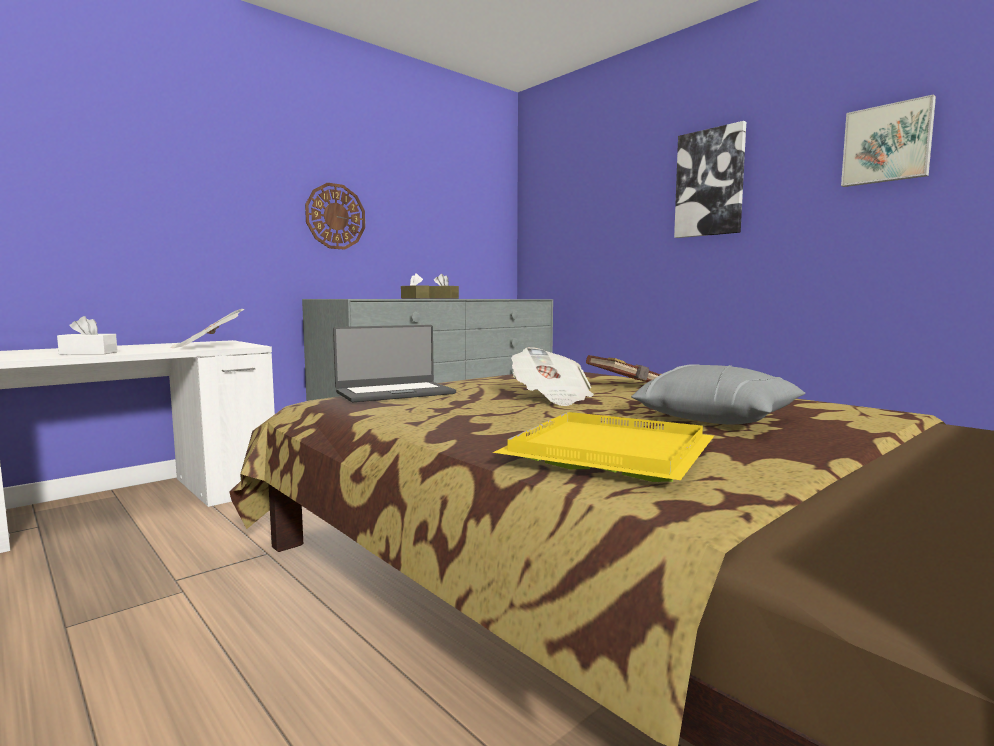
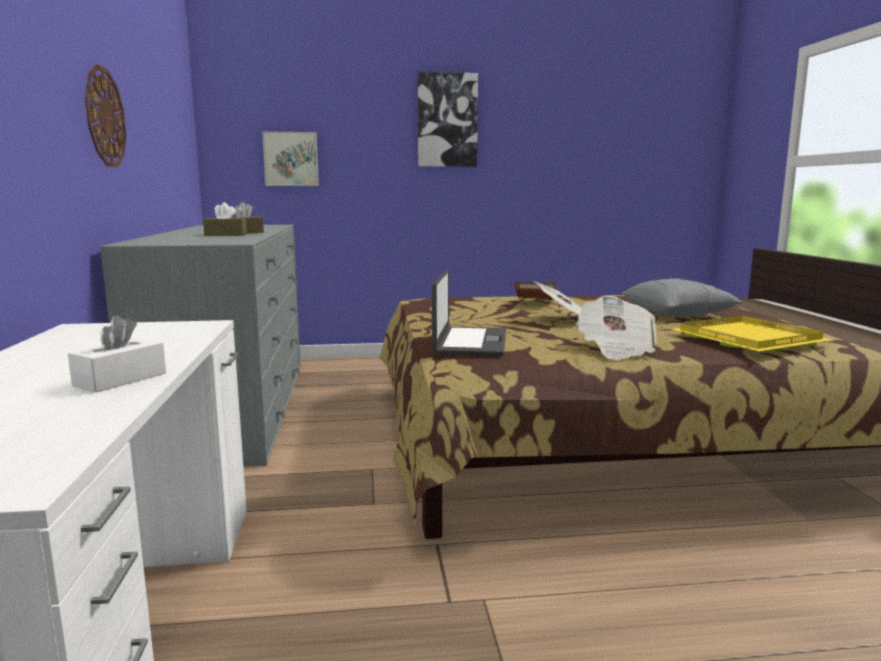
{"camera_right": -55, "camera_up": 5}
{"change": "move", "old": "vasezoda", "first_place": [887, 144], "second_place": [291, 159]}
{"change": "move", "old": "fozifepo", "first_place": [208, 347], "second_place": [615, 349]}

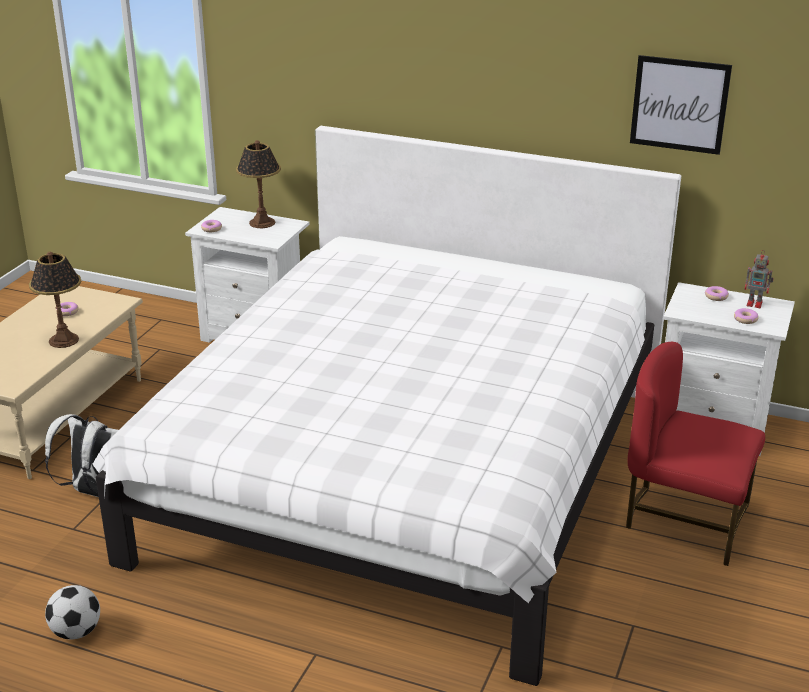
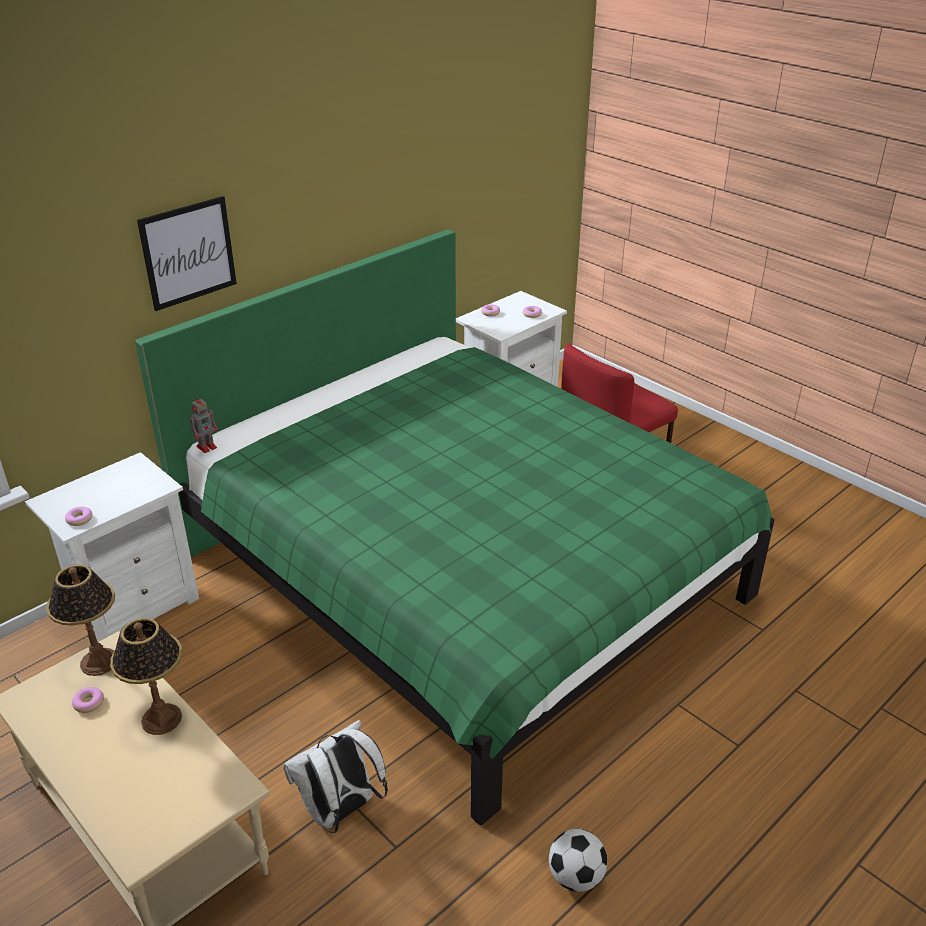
{"camera_right": -65, "camera_up": 5}
{"change": "move", "old": "vasezoda", "first_place": [679, 104], "second_place": [188, 253]}
{"change": "recolor", "old": "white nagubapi", "new": "green nagubapi", "first_place": [407, 473], "second_place": [462, 576]}
{"change": "move", "old": "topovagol", "first_place": [261, 223], "second_place": [99, 662]}
{"change": "move", "old": "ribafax", "first_place": [755, 303], "second_place": [207, 446]}

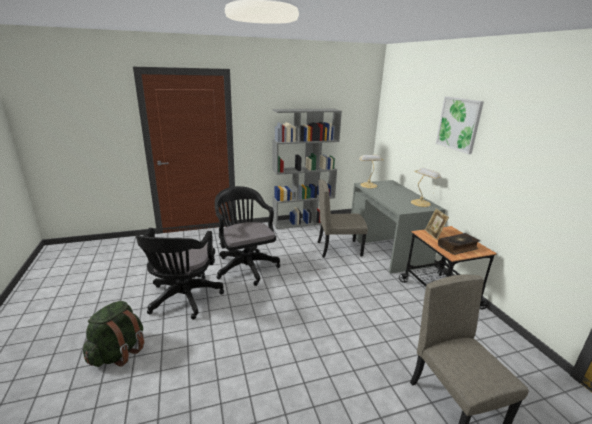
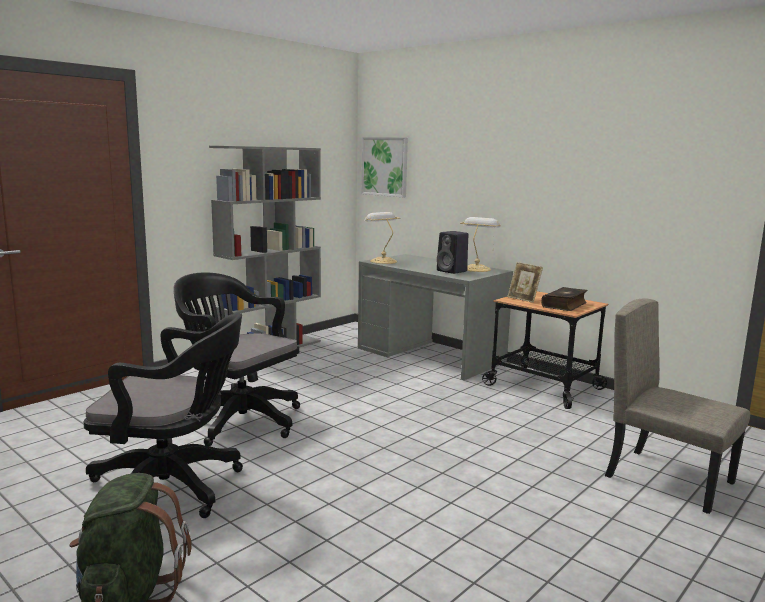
{"camera_right": -30, "camera_up": -10}
{"change": "move", "old": "vasezoda", "first_place": [459, 124], "second_place": [385, 166]}
{"change": "delete", "old": "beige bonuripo", "first_place": [339, 248]}
{"change": "rotate", "old": "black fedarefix", "first_place": [183, 299], "second_place": [173, 488], "degrees": -60}
{"change": "insert", "new": "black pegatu", "second_place": [452, 271]}

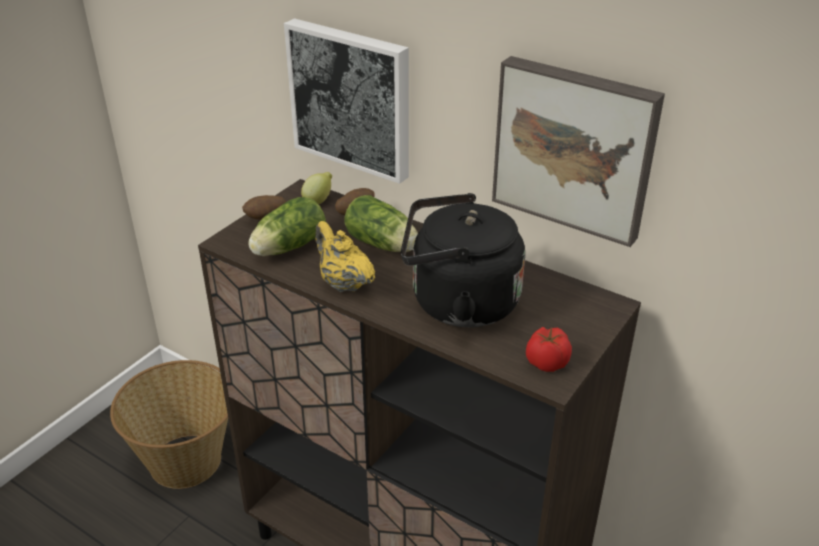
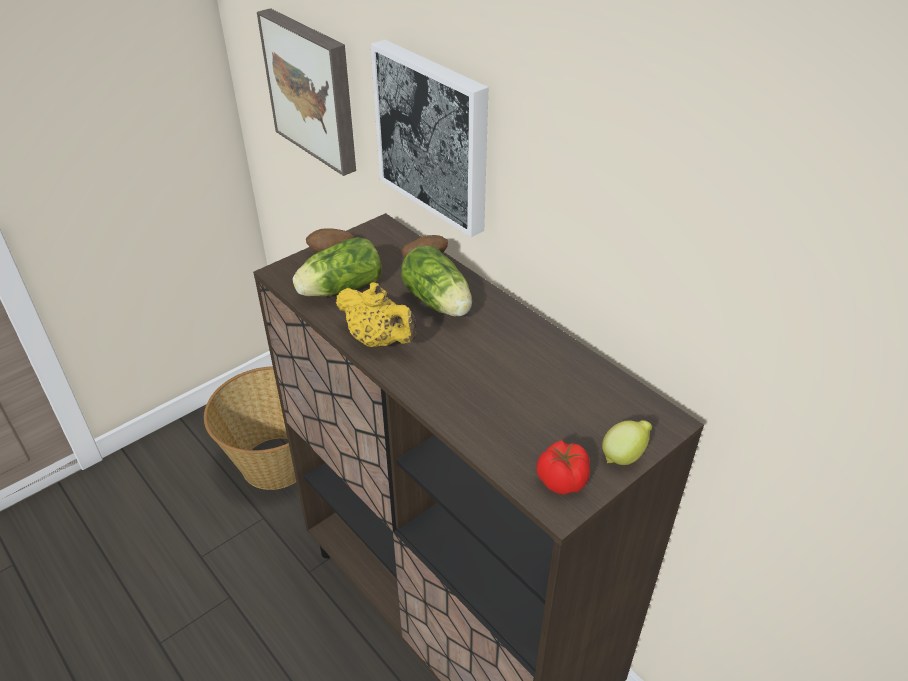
{"camera_right": 15, "camera_up": 5}
{"change": "move", "old": "vasezoda", "first_place": [575, 148], "second_place": [313, 90]}
{"change": "move", "old": "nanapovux", "first_place": [318, 201], "second_place": [624, 456]}
{"change": "delete", "old": "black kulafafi", "first_place": [457, 303]}
{"change": "rotate", "old": "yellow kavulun", "first_place": [343, 283], "second_place": [379, 340], "degrees": 150}

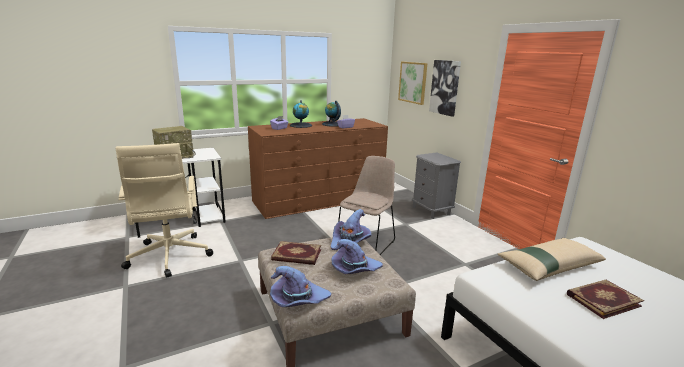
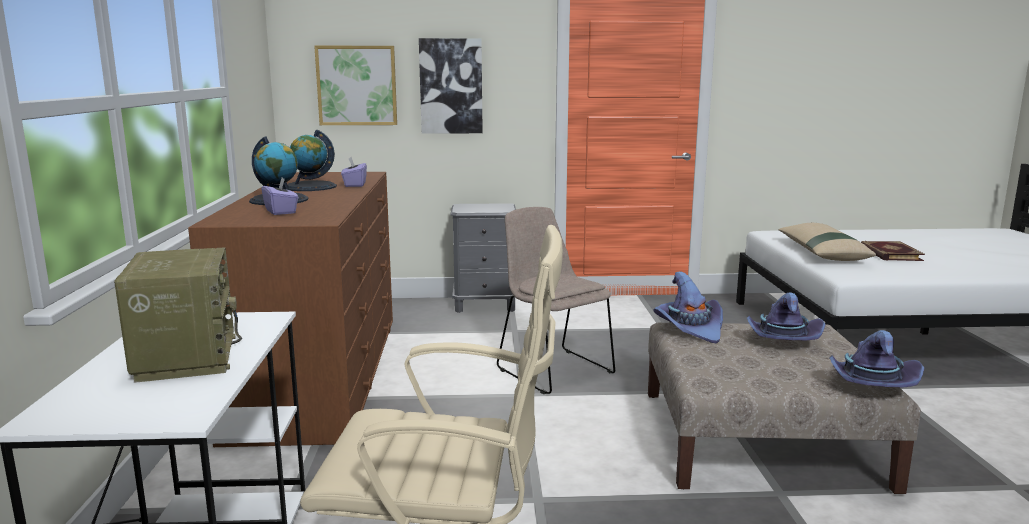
{"camera_right": -65, "camera_up": -5}
{"change": "delete", "old": "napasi", "first_place": [296, 255]}

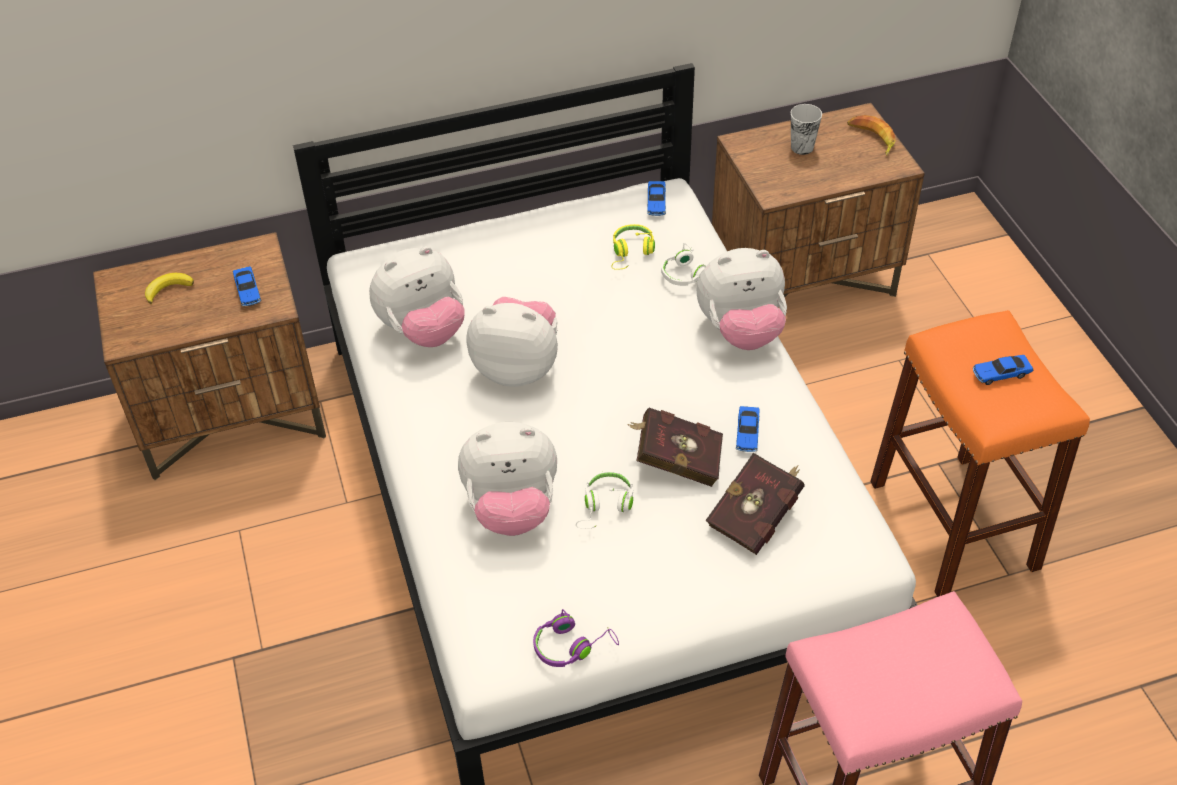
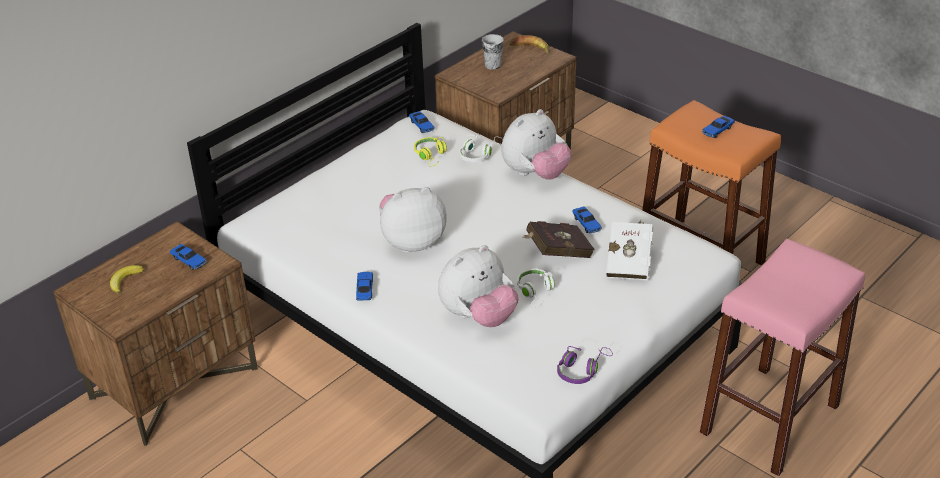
{"camera_right": -30, "camera_up": -10}
{"change": "delete", "old": "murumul", "first_place": [423, 330]}
{"change": "recolor", "old": "red napasi", "new": "white napasi", "first_place": [757, 516], "second_place": [630, 262]}
{"change": "insert", "new": "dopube", "second_place": [365, 290]}

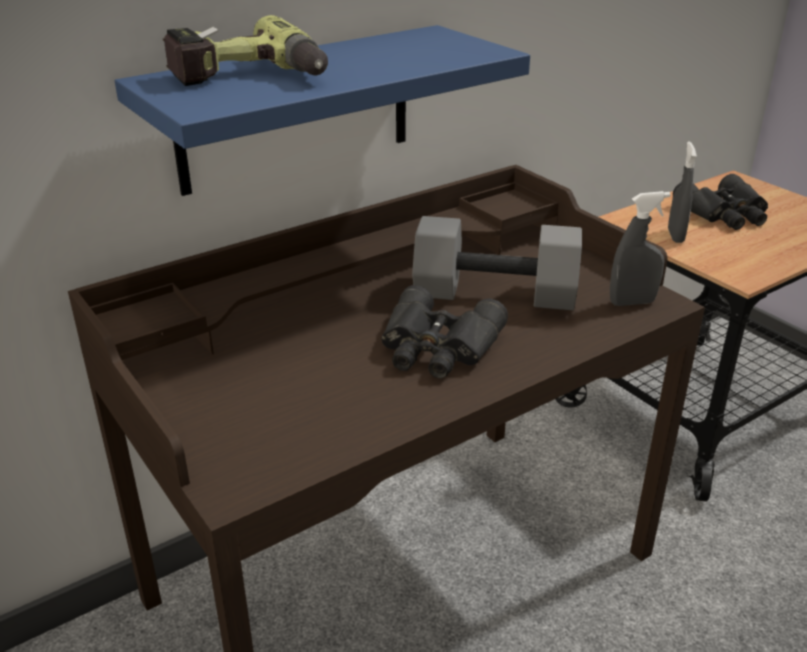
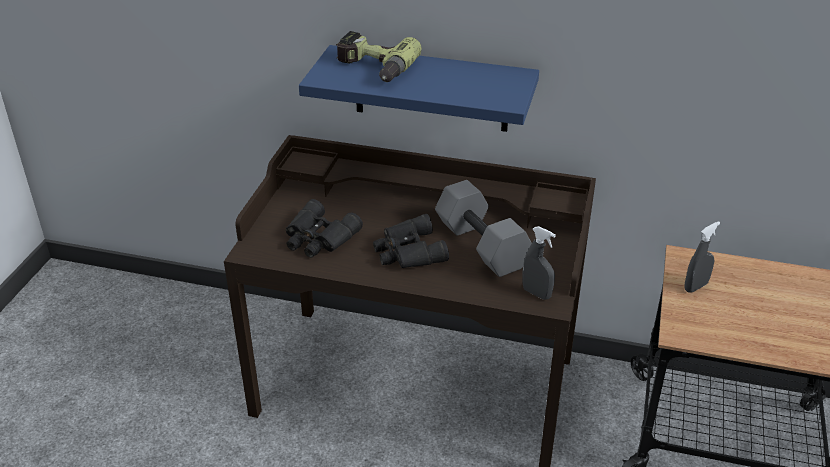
{"camera_right": 50, "camera_up": 5}
{"change": "move", "old": "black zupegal", "first_place": [725, 214], "second_place": [318, 238]}

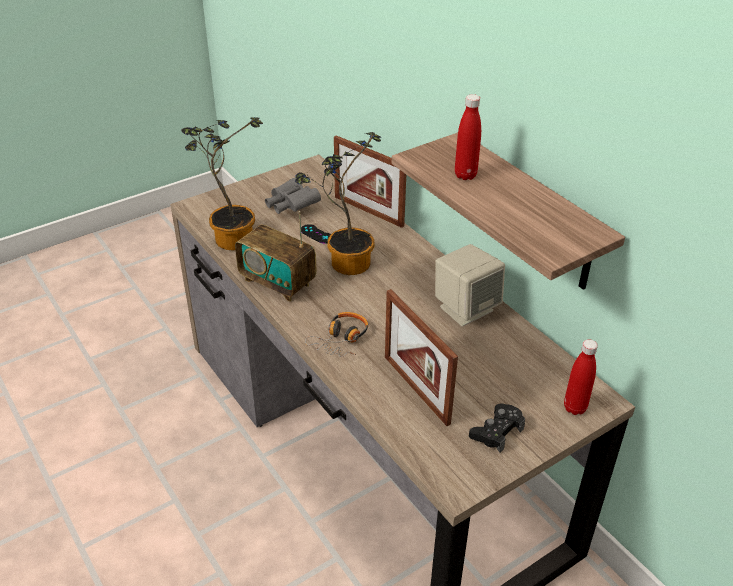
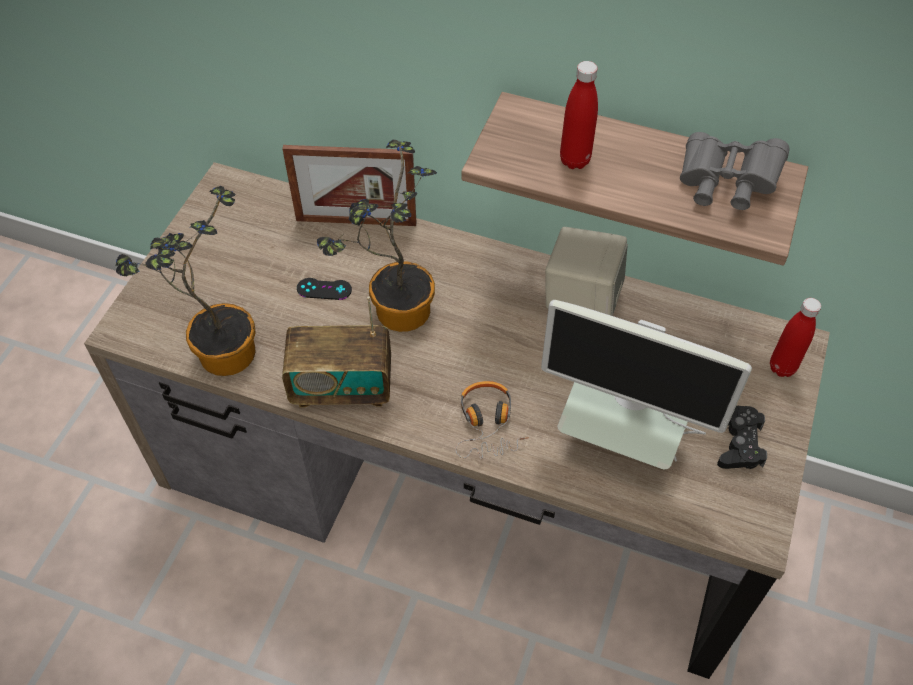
{"camera_right": -35, "camera_up": 15}
{"change": "move", "old": "grey zupegal", "first_place": [291, 206], "second_place": [725, 184]}
{"change": "replace", "old": "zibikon", "new": "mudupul", "first_place": [416, 389], "second_place": [621, 441]}

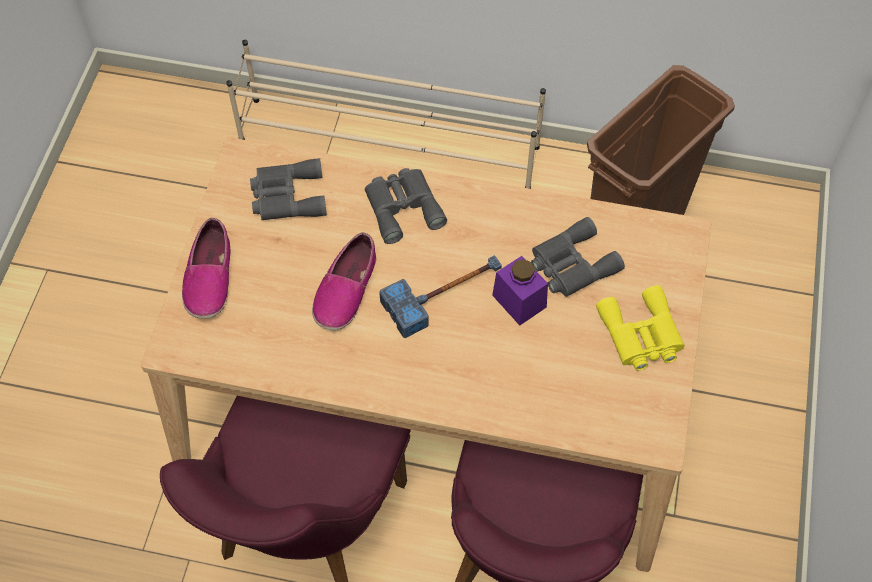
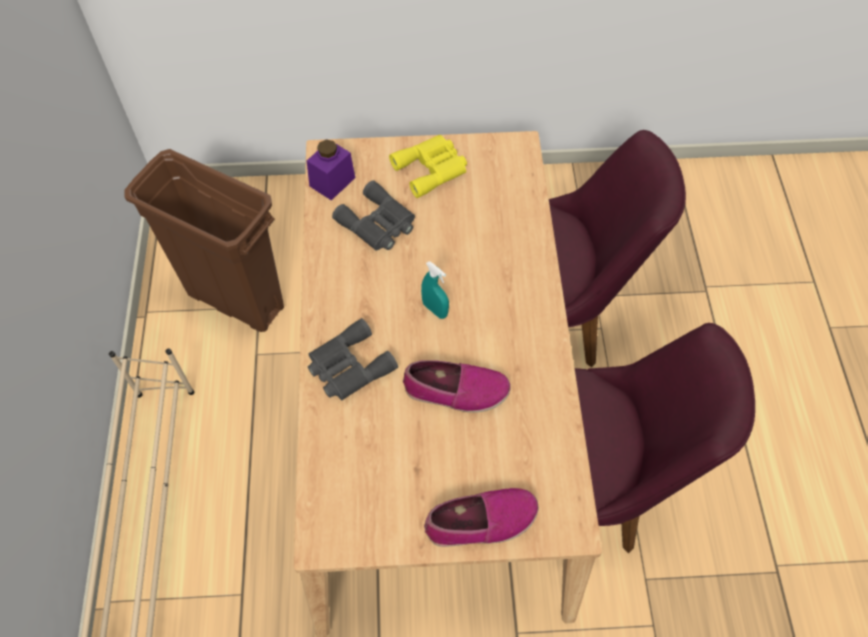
{"camera_right": -105, "camera_up": 0}
{"change": "delete", "old": "grey zupegal", "first_place": [286, 196]}
{"change": "replace", "old": "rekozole", "new": "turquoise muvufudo", "first_place": [445, 293], "second_place": [435, 309]}
{"change": "move", "old": "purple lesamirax", "first_place": [519, 301], "second_place": [332, 182]}

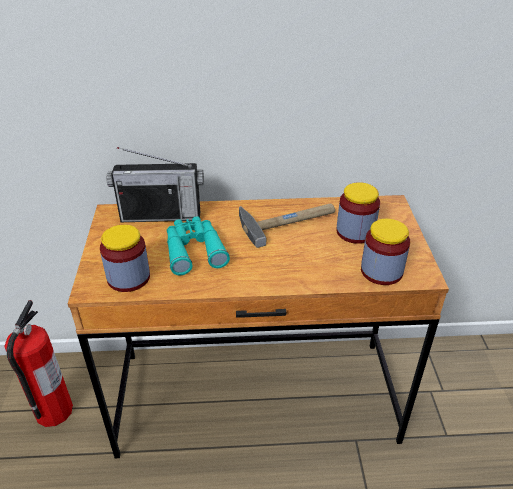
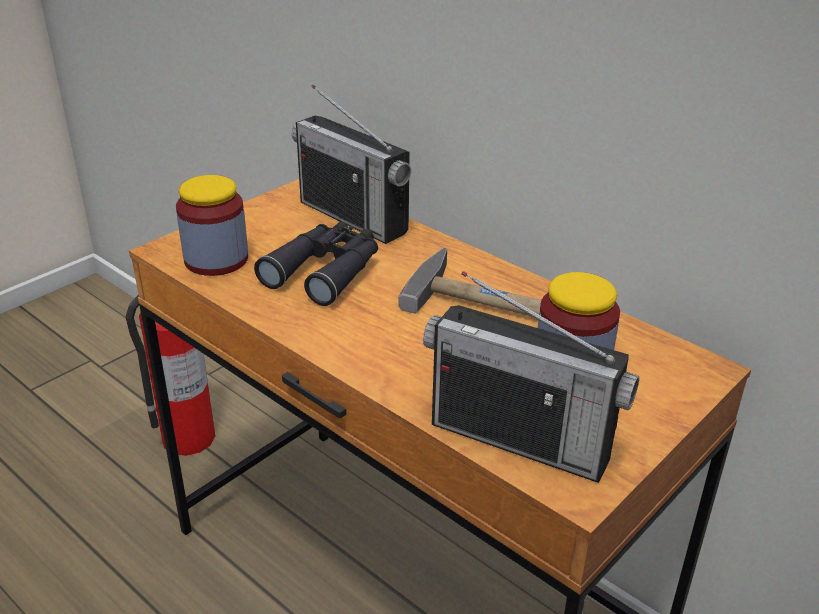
{"camera_right": 45, "camera_up": -5}
{"change": "recolor", "old": "turquoise zupegal", "new": "black zupegal", "first_place": [194, 250], "second_place": [326, 271]}
{"change": "replace", "old": "lesamirax", "new": "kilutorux", "first_place": [381, 271], "second_place": [520, 439]}

